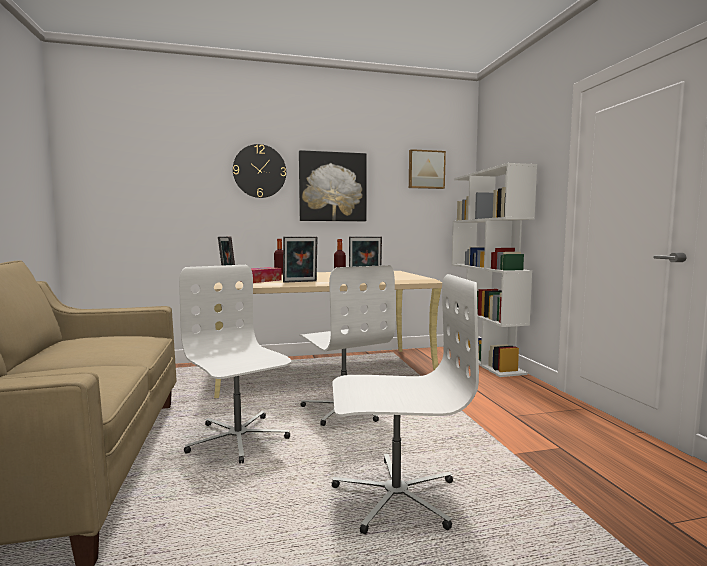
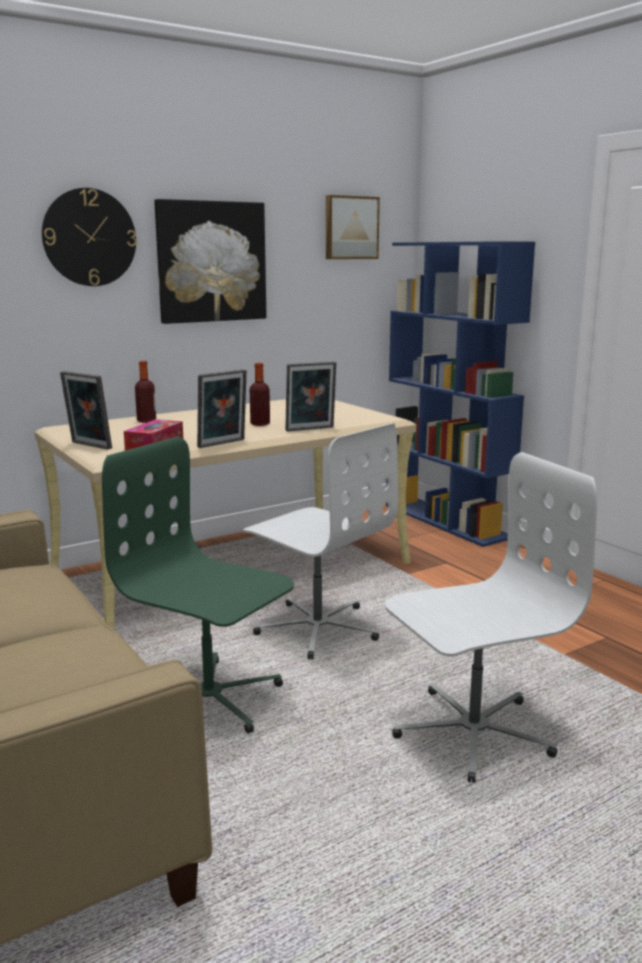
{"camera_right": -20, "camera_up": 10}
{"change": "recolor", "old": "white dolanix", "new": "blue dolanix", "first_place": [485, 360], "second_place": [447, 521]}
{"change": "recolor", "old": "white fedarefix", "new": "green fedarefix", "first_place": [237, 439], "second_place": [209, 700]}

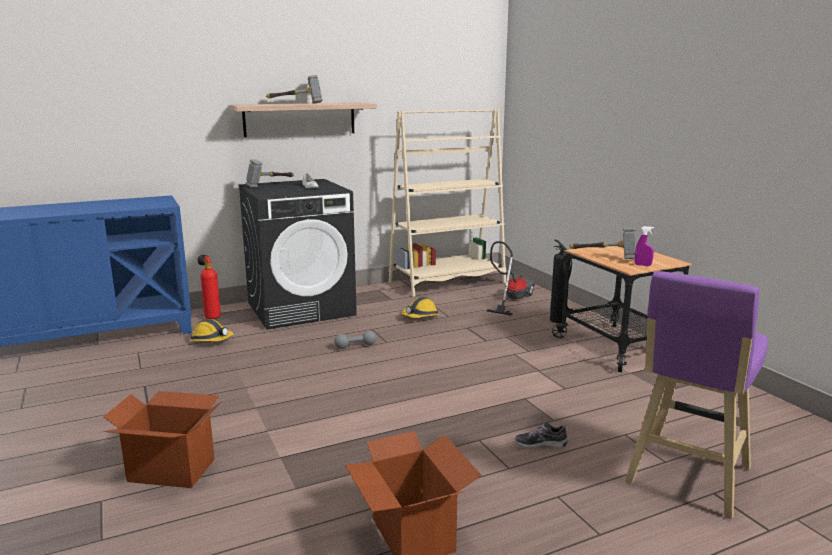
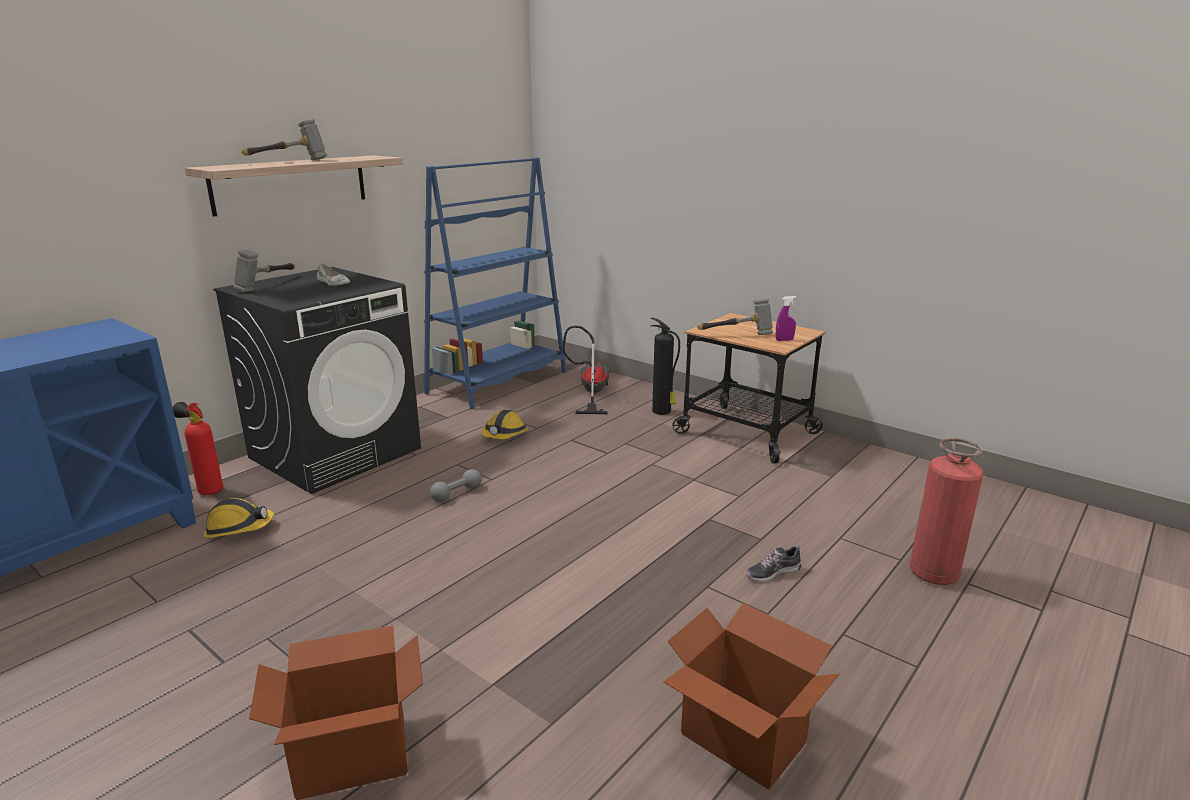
{"camera_right": -25, "camera_up": 5}
{"change": "recolor", "old": "beige dolanix", "new": "blue dolanix", "first_place": [447, 282], "second_place": [498, 382]}
{"change": "replace", "old": "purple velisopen", "new": "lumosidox", "first_place": [686, 478], "second_place": [933, 574]}

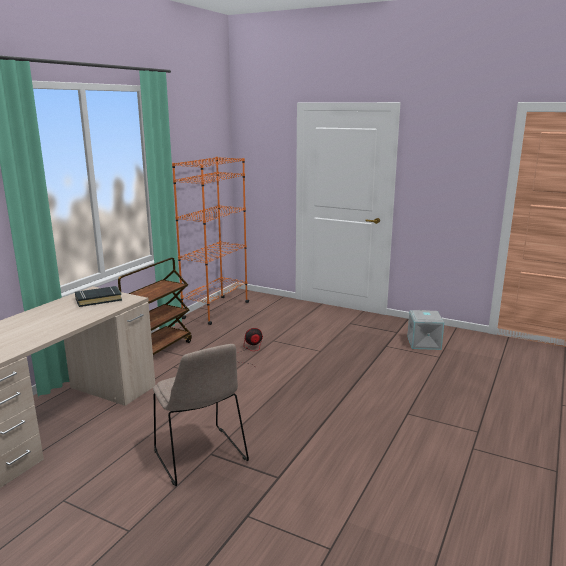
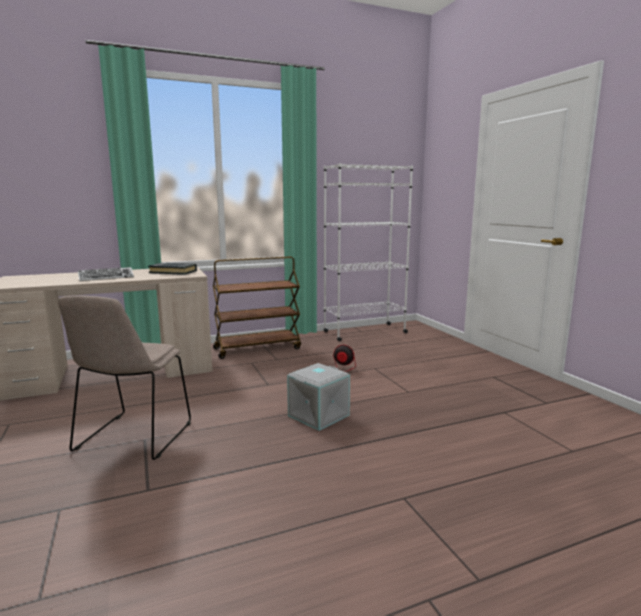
{"camera_right": 40, "camera_up": -5}
{"change": "recolor", "old": "orange dolanix", "new": "white dolanix", "first_place": [216, 310], "second_place": [364, 332]}
{"change": "move", "old": "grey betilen", "first_place": [424, 343], "second_place": [319, 416]}
{"change": "insert", "new": "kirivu", "second_place": [106, 277]}

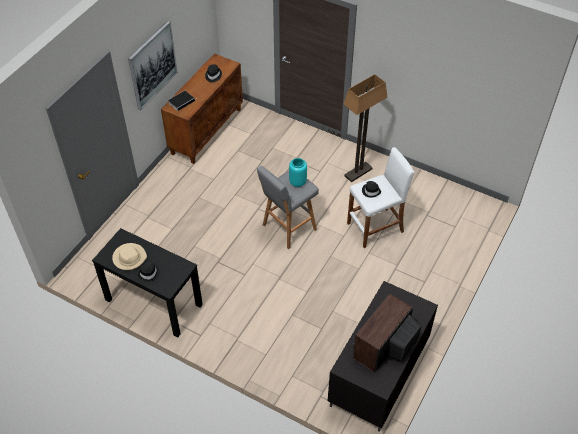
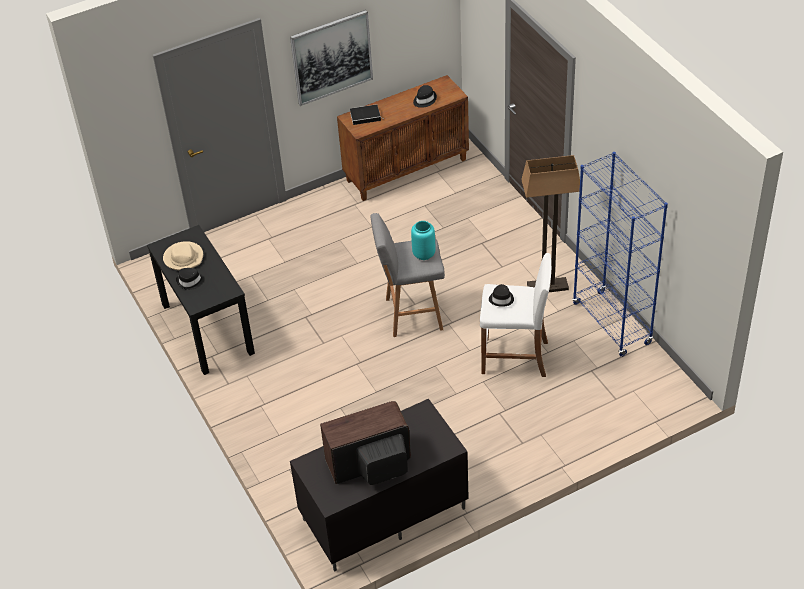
{"camera_right": 35, "camera_up": -5}
{"change": "insert", "new": "blue dolanix", "second_place": [612, 323]}

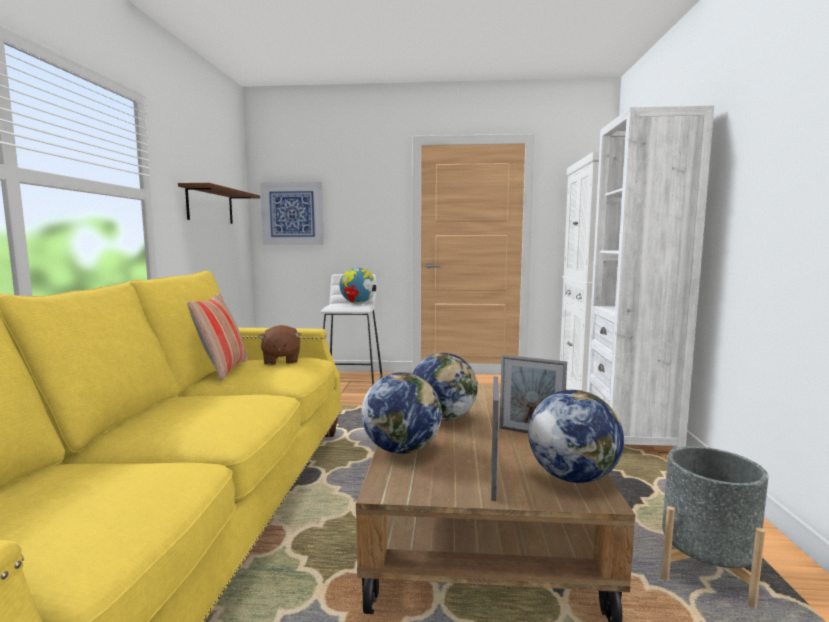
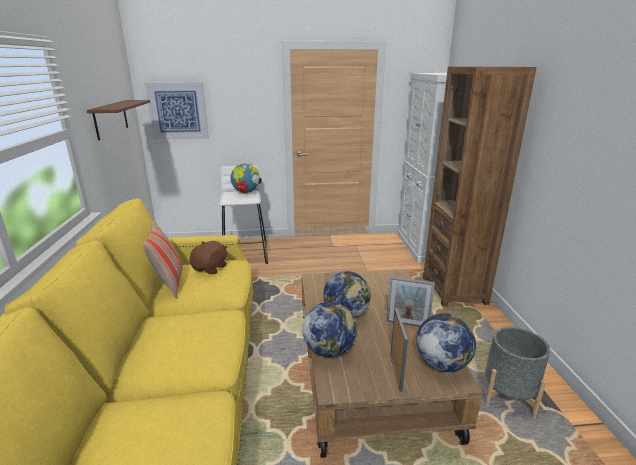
{"camera_right": -10, "camera_up": 15}
{"change": "recolor", "old": "white dolanix", "new": "brown dolanix", "first_place": [631, 437], "second_place": [454, 290]}
{"change": "rotate", "old": "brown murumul", "first_place": [281, 361], "second_place": [211, 268], "degrees": -135}

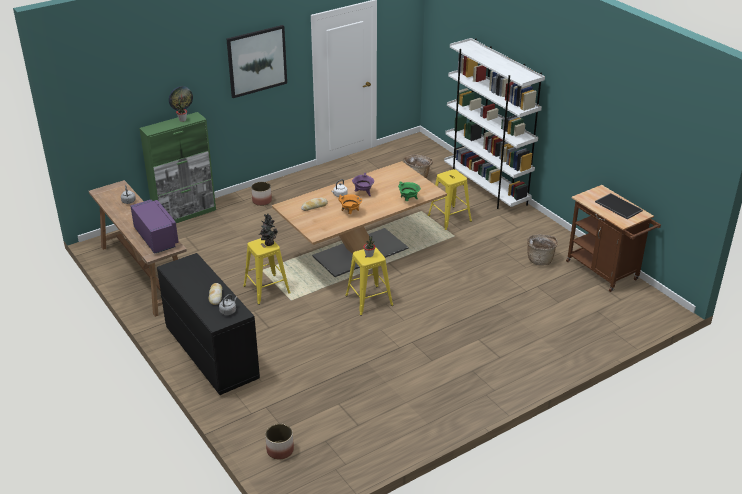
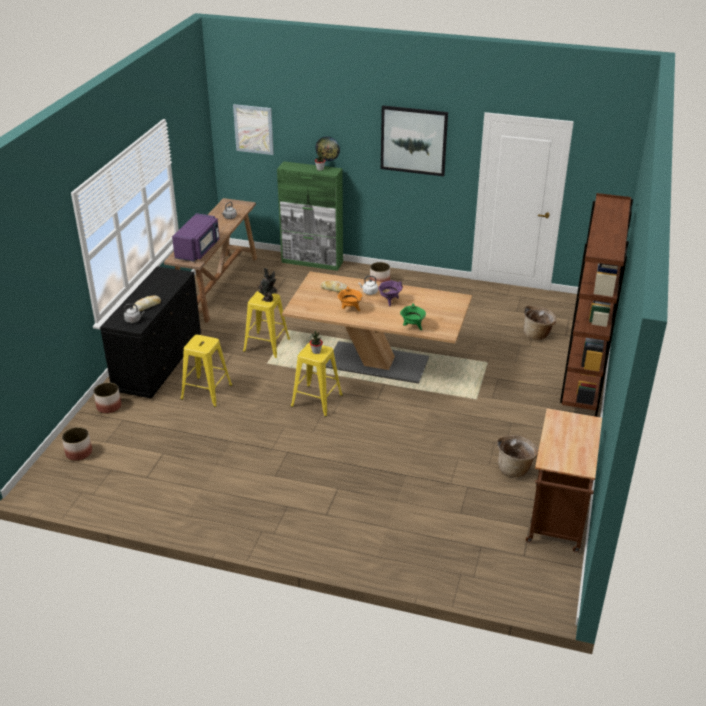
{"camera_right": 50, "camera_up": 0}
{"change": "recolor", "old": "white dolanix", "new": "brown dolanix", "first_place": [486, 189], "second_place": [583, 380]}
{"change": "move", "old": "yellow velisopen", "first_place": [450, 218], "second_place": [207, 392]}
{"change": "delete", "old": "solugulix", "first_place": [617, 206]}
{"change": "insert", "new": "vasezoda", "second_place": [253, 129]}
{"change": "insert", "new": "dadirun", "second_place": [109, 407]}

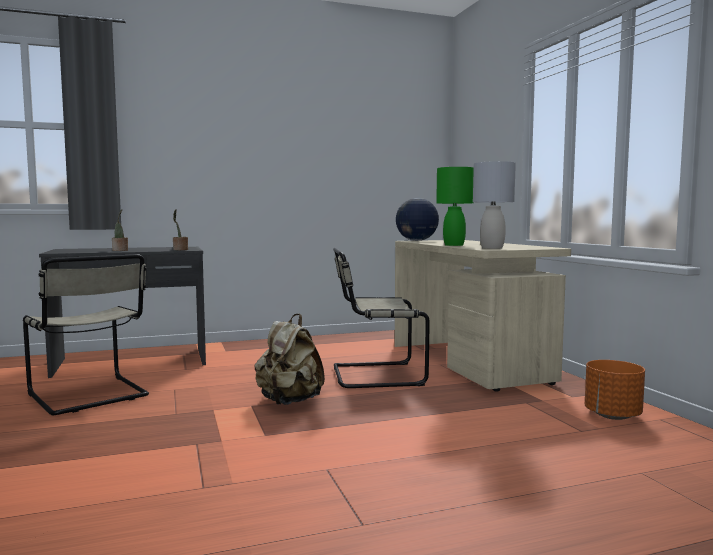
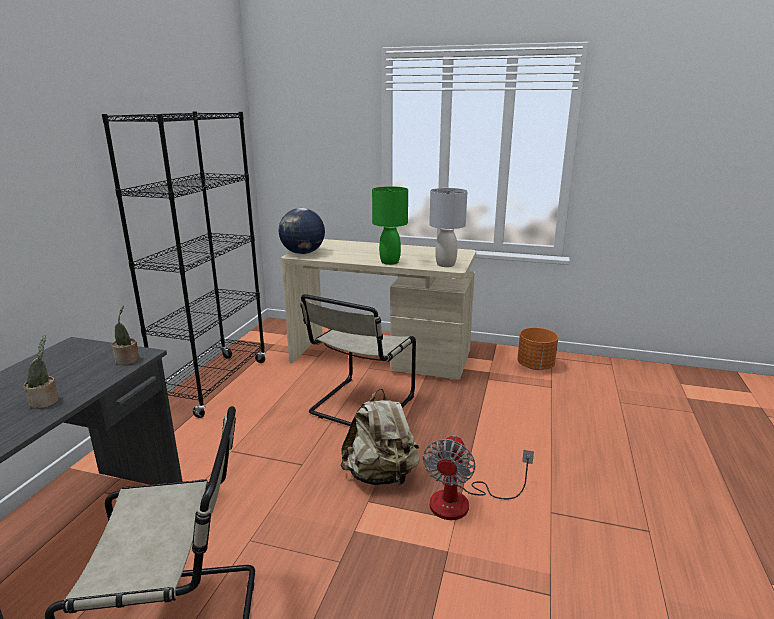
{"camera_right": -55, "camera_up": 15}
{"change": "insert", "new": "black dolanix", "second_place": [215, 384]}
{"change": "insert", "new": "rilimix", "second_place": [463, 502]}

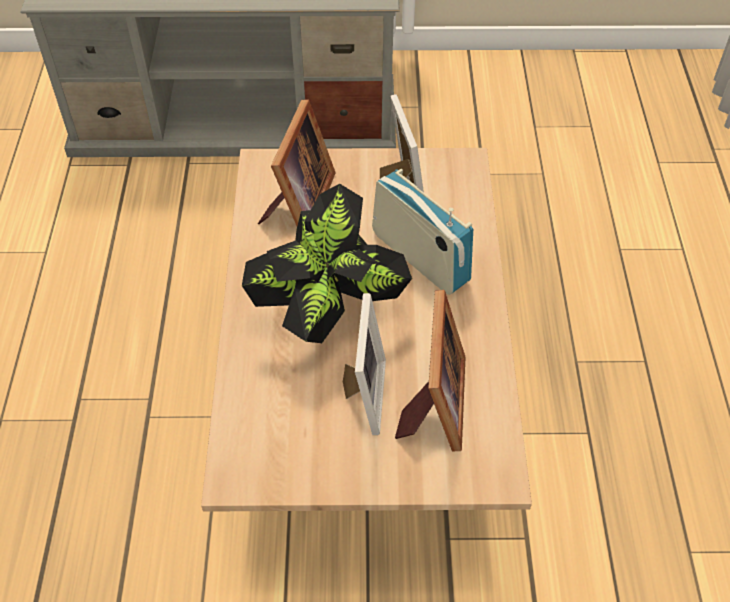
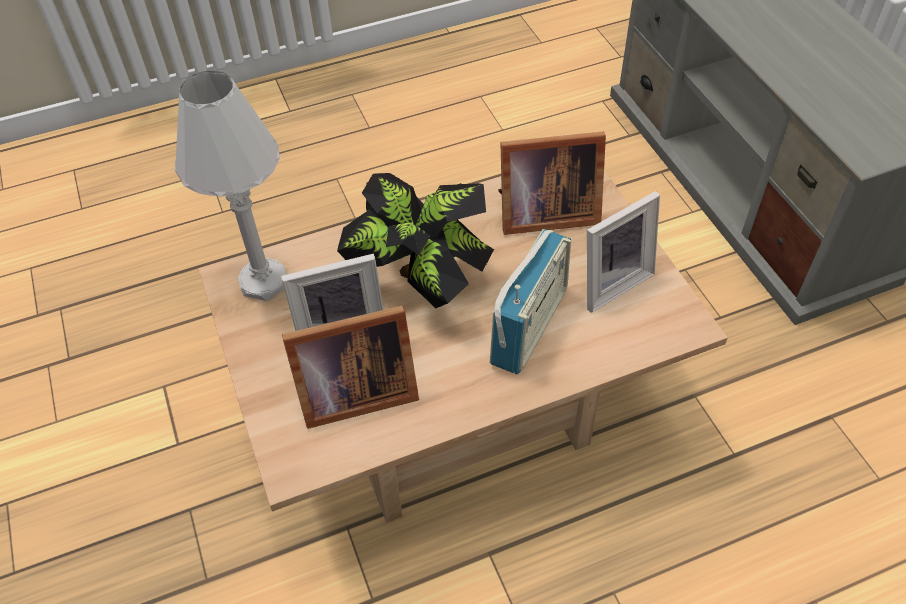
{"camera_right": 70, "camera_up": 0}
{"change": "insert", "new": "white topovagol", "second_place": [264, 282]}

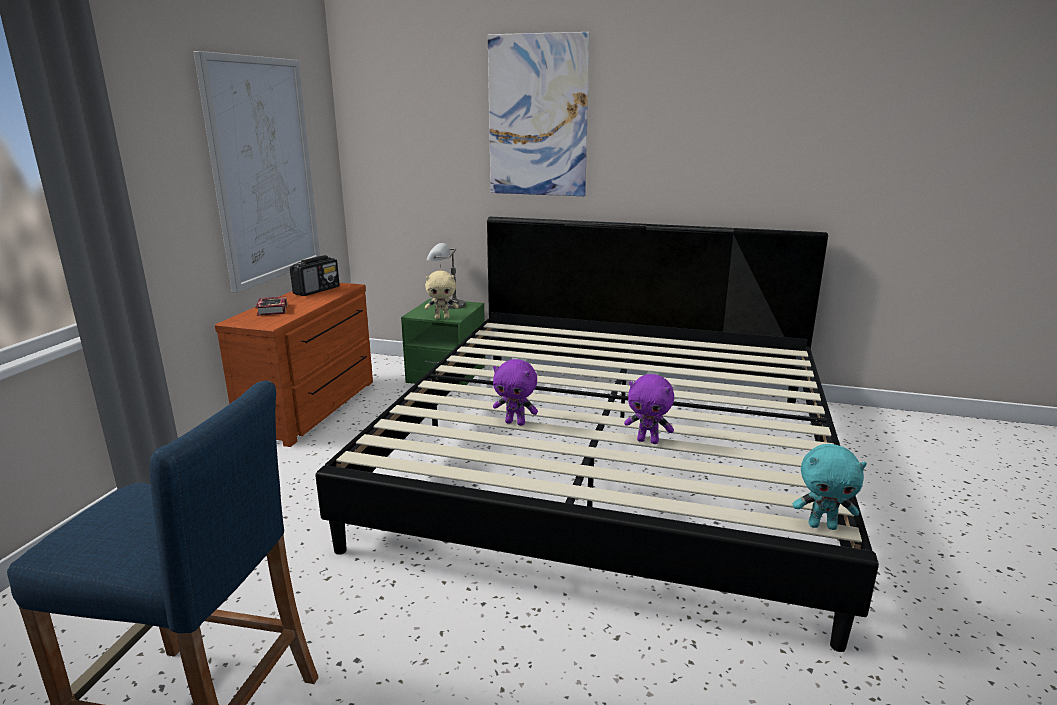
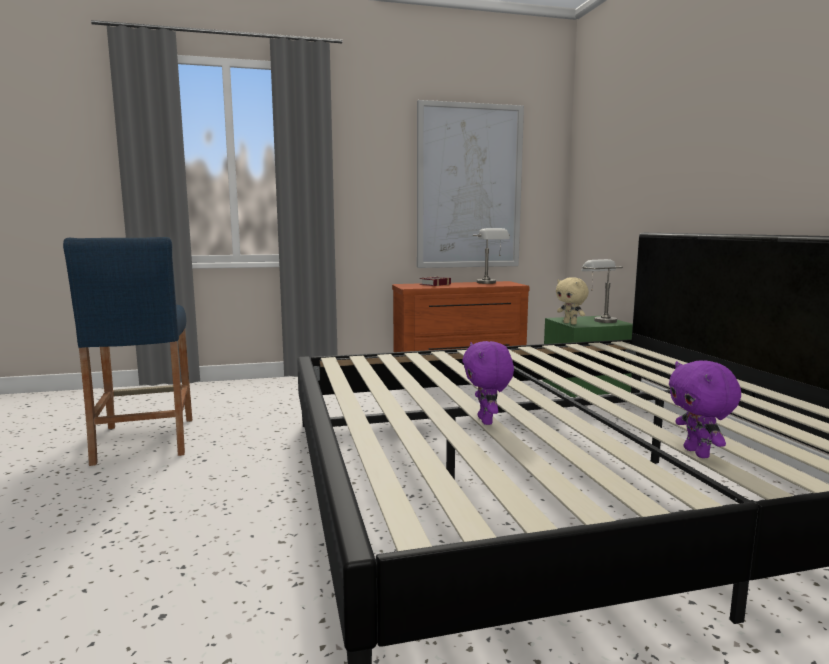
{"camera_right": 60, "camera_up": -10}
{"change": "delete", "old": "vasezoda", "first_place": [537, 116]}
{"change": "replace", "old": "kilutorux", "new": "grey topovagol", "first_place": [317, 290], "second_place": [490, 283]}
{"change": "move", "old": "purple murumul", "first_place": [516, 422], "second_place": [698, 453]}
{"change": "delete", "old": "turquoise murumul", "first_place": [822, 525]}

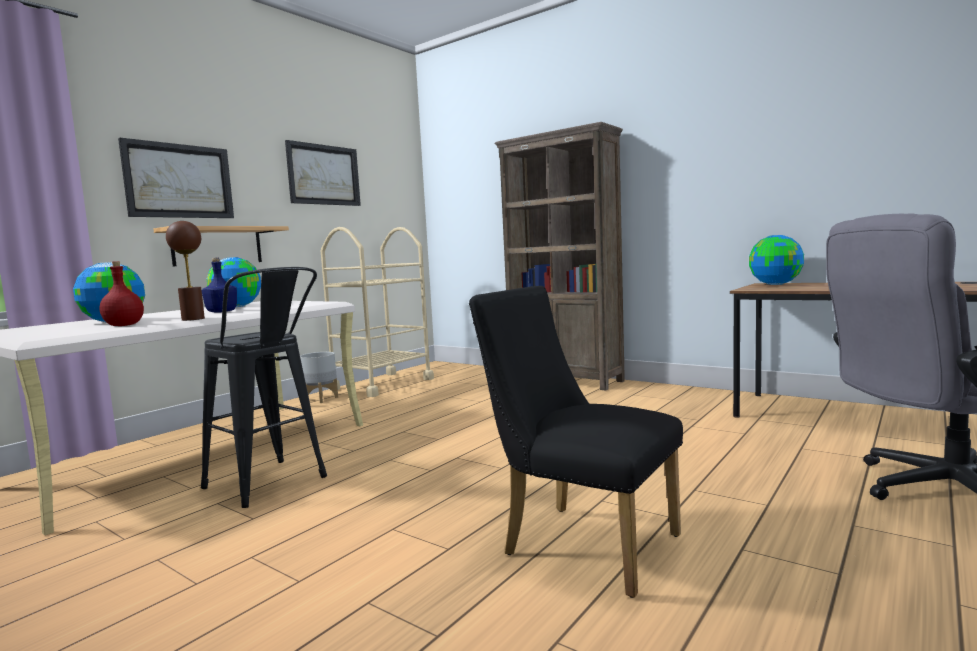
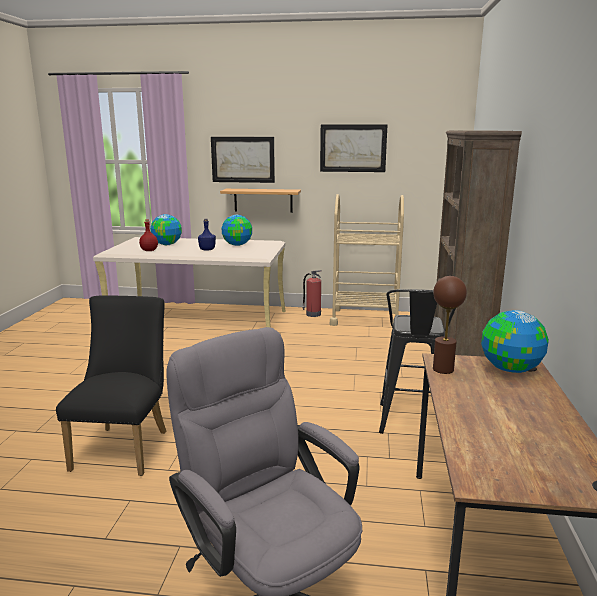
{"camera_right": 60, "camera_up": 10}
{"change": "move", "old": "brown topovagol", "first_place": [193, 319], "second_place": [443, 369]}
{"change": "move", "old": "black velisopen", "first_place": [271, 486], "second_place": [411, 425]}
{"change": "replace", "old": "grey dadirun", "new": "lumosidox", "first_place": [321, 399], "second_place": [312, 314]}

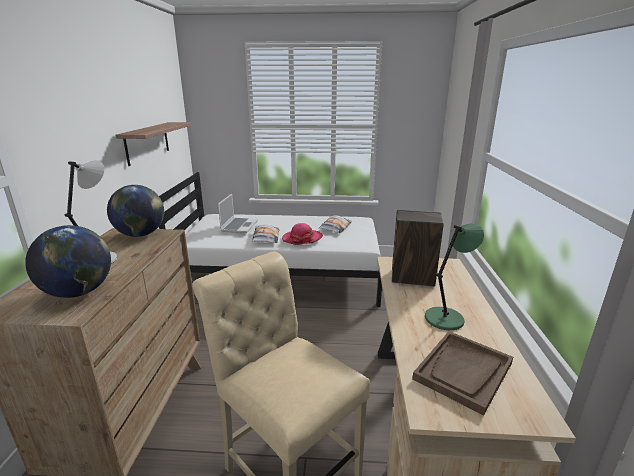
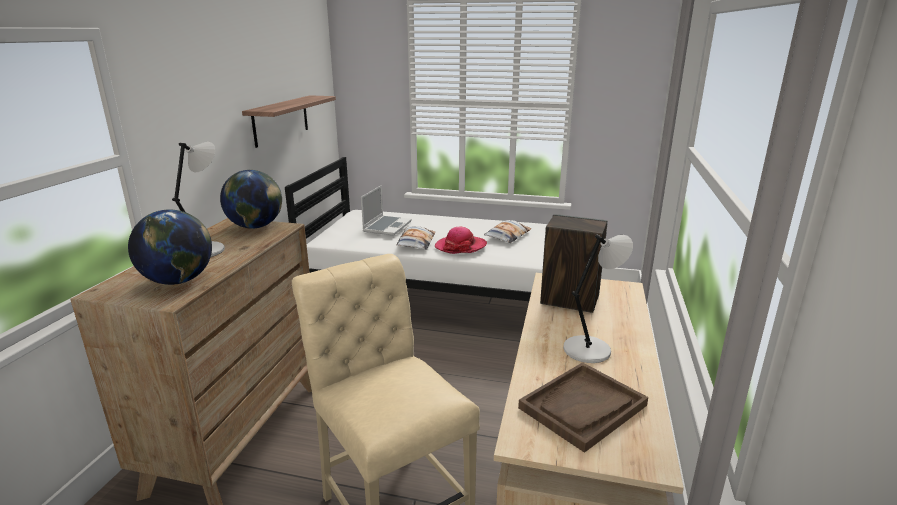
{"camera_right": 10, "camera_up": 0}
{"change": "recolor", "old": "green topovagol", "new": "grey topovagol", "first_place": [445, 318], "second_place": [589, 349]}

